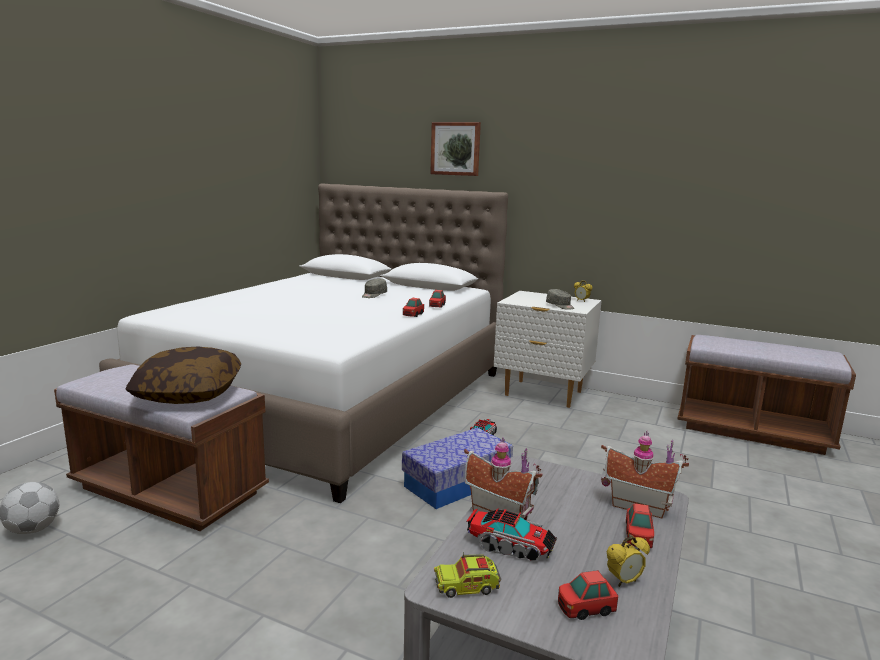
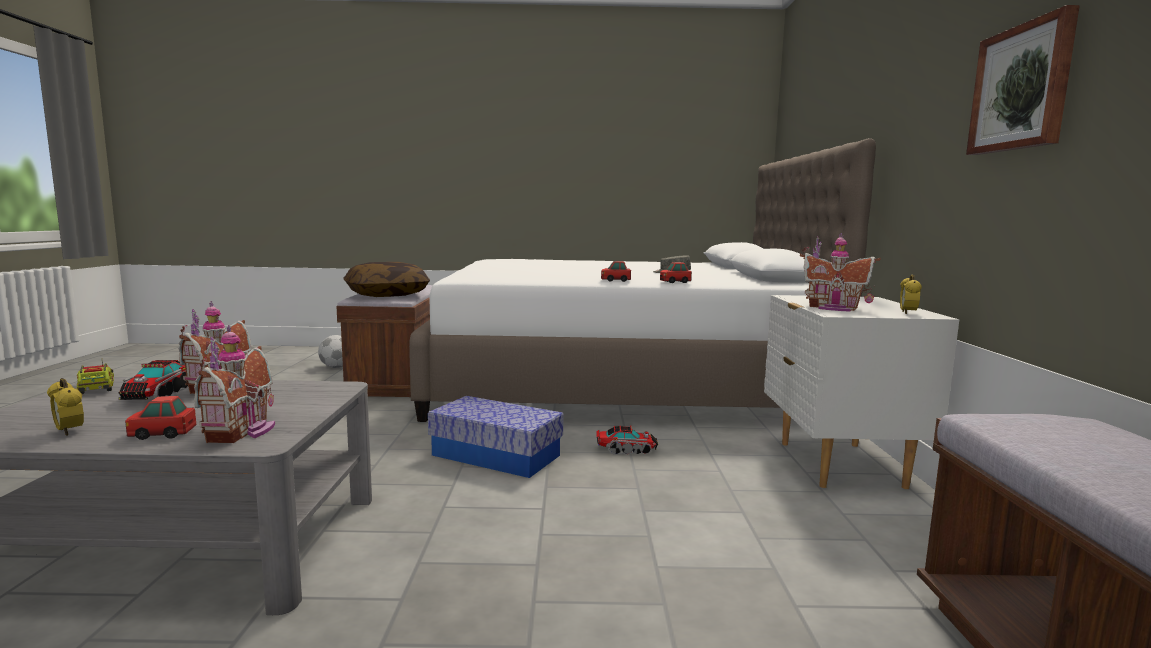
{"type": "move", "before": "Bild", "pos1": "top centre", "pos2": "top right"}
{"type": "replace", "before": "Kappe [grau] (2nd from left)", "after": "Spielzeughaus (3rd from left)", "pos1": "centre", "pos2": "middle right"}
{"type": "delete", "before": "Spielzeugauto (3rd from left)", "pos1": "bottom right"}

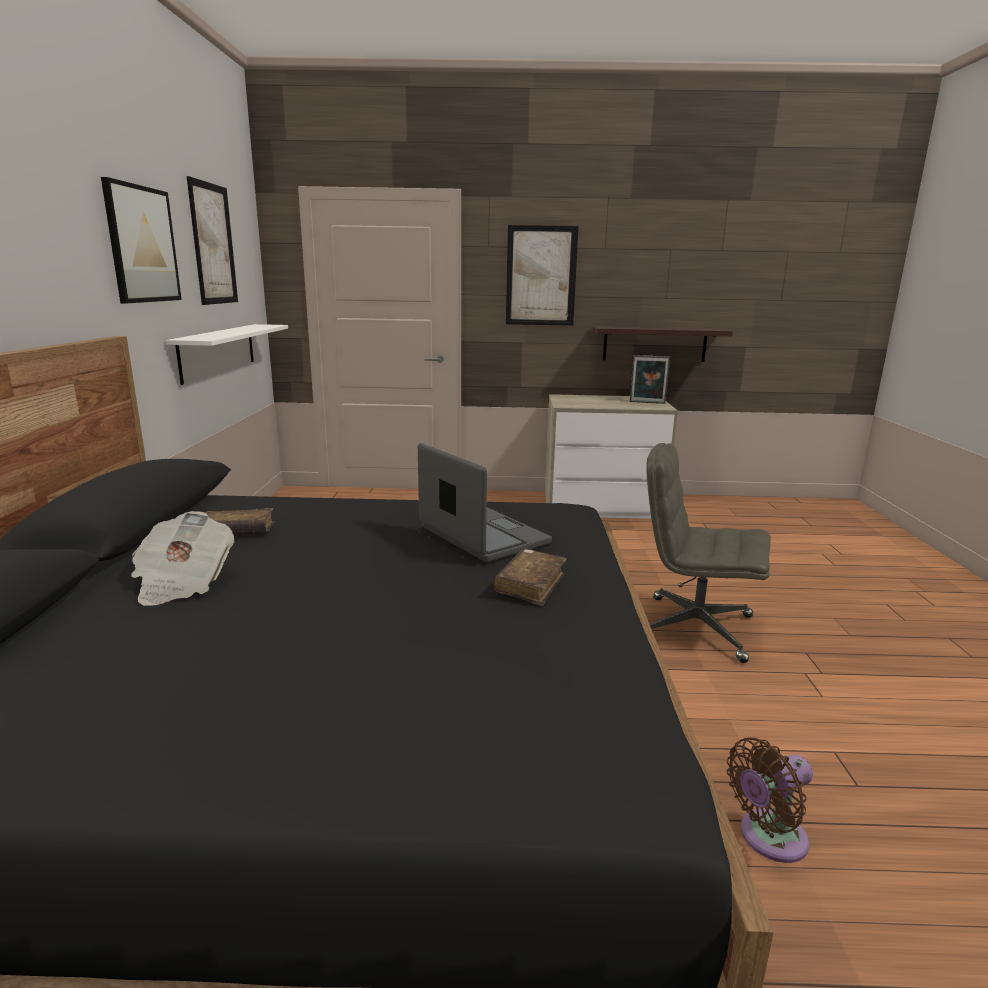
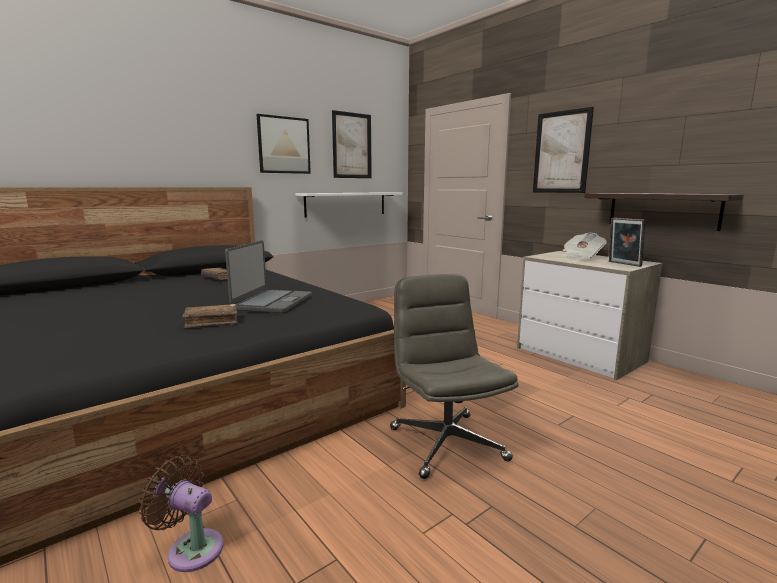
{"type": "move", "before": "Zeitung", "pos1": "middle left", "pos2": "middle right"}

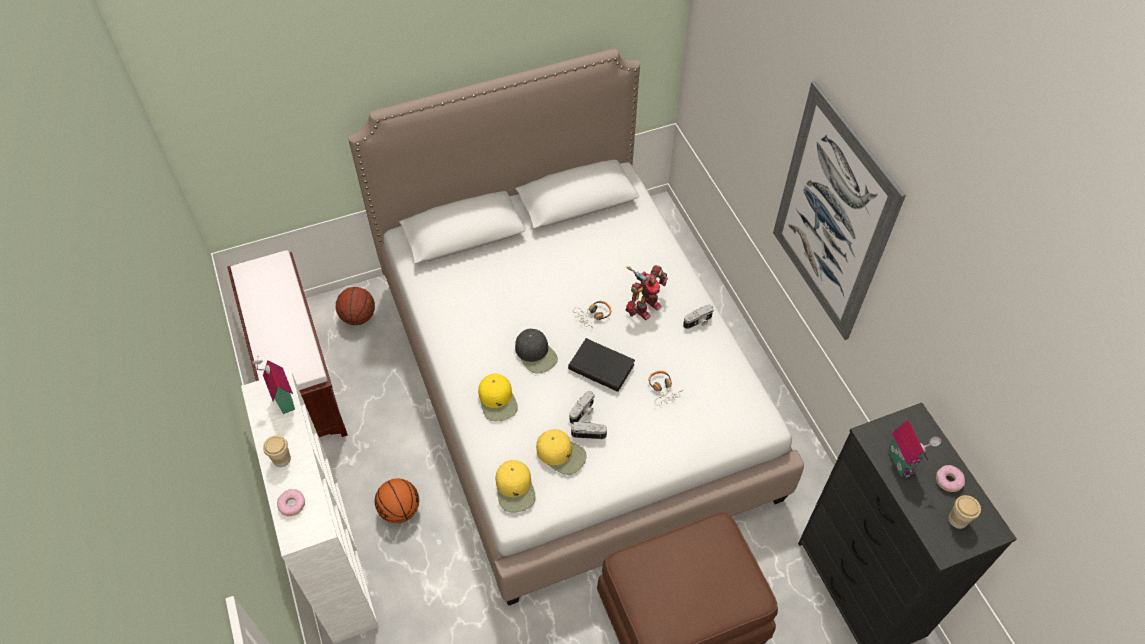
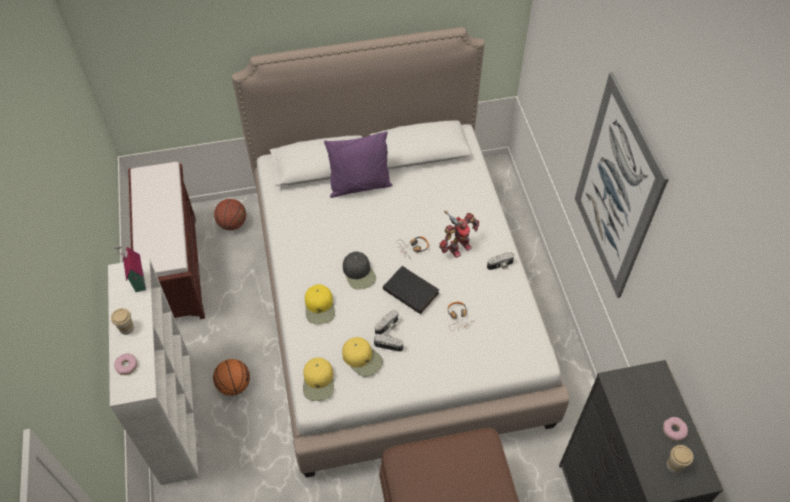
{"type": "delete", "before": "Spielzeughaus (2nd from left)", "pos1": "bottom right"}
{"type": "insert", "after": "Kissen [lila]", "pos2": "top centre"}

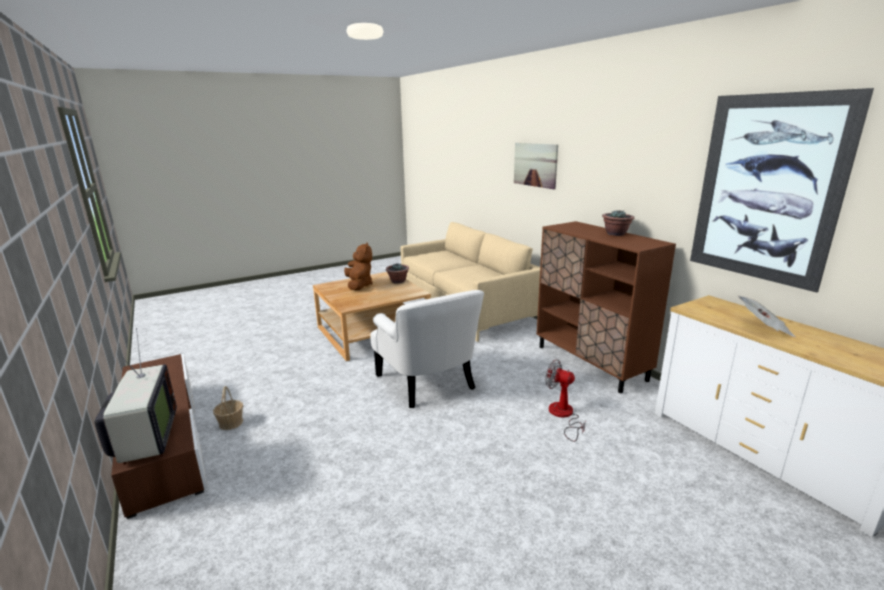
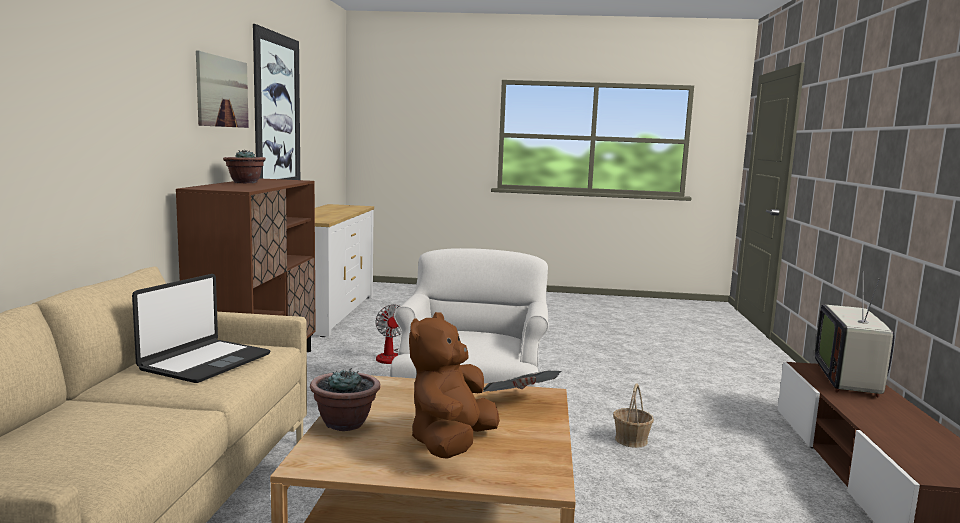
{"type": "move", "before": "Bild (1st from left)", "pos1": "top centre", "pos2": "top left"}
{"type": "move", "before": "Zeitung", "pos1": "middle right", "pos2": "bottom centre"}
{"type": "move", "before": "Korb", "pos1": "bottom left", "pos2": "bottom centre"}
{"type": "insert", "after": "Laptop", "pos2": "middle left"}

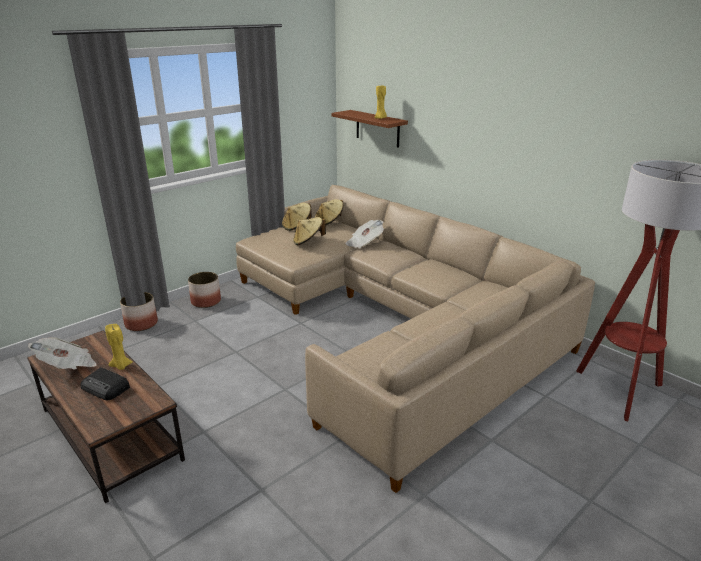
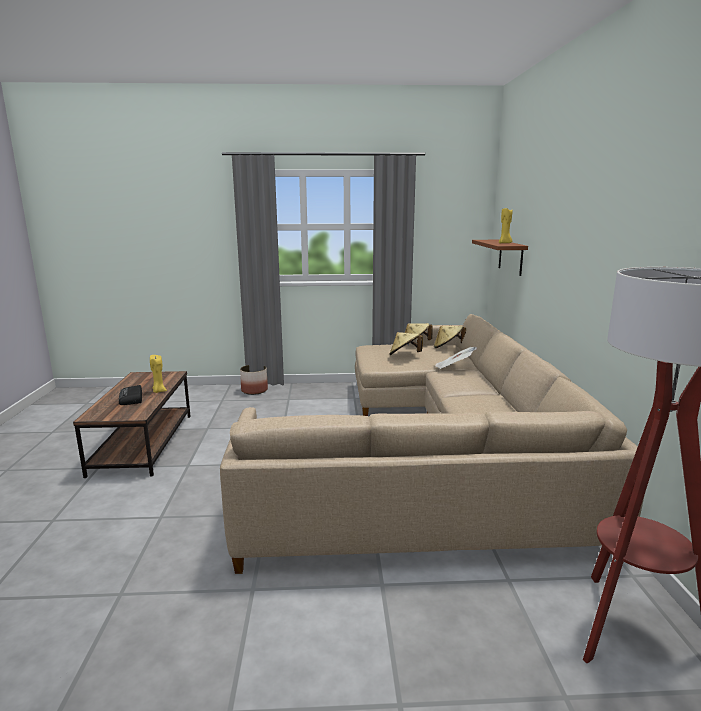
{"type": "delete", "before": "Pflanzkübel (2nd from left)", "pos1": "middle left"}
{"type": "delete", "before": "Zeitung (1st from left)", "pos1": "middle left"}

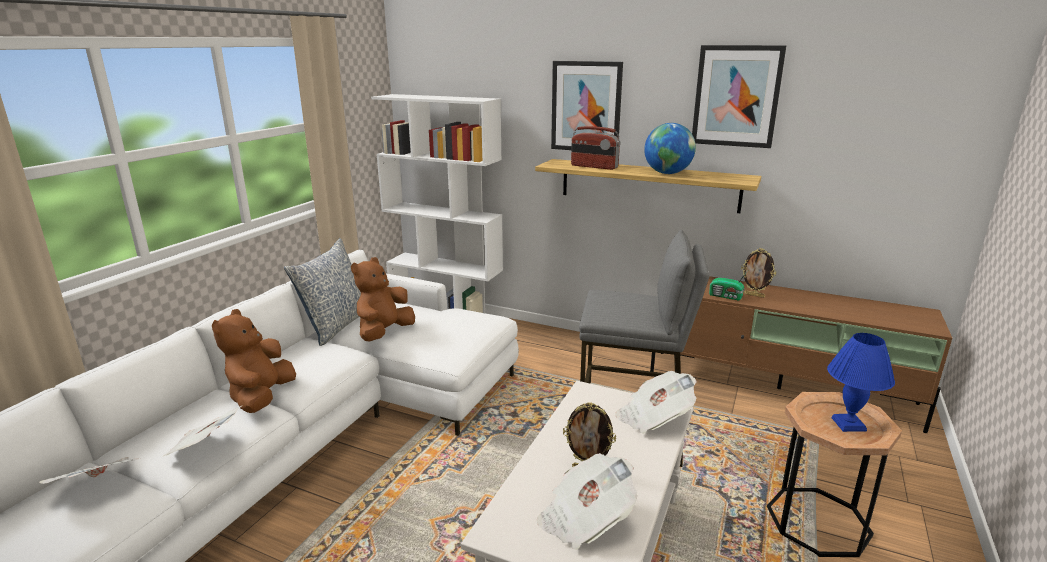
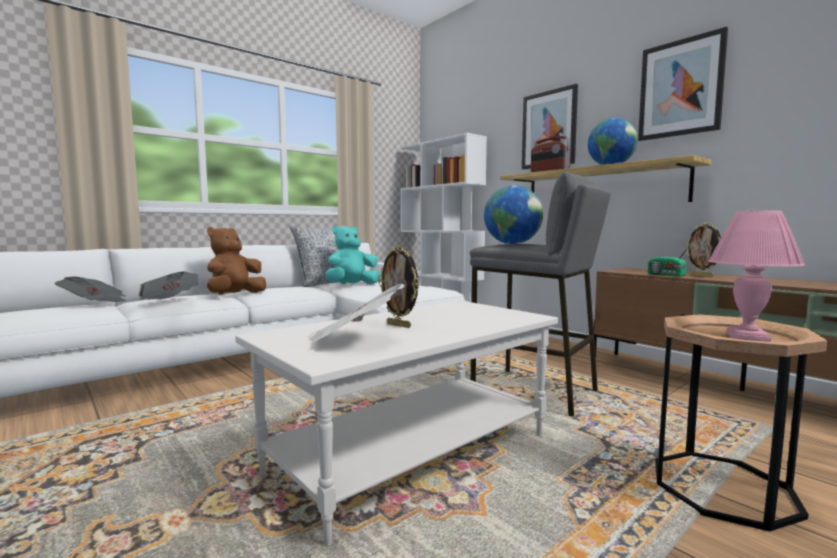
{"type": "recolor", "before": "Plüschtier [braun] (2nd from left)", "after": "Plüschtier [türkis]", "pos1": "centre", "pos2": "centre"}
{"type": "recolor", "before": "Tischlampe [blau]", "after": "Tischlampe [rosa]", "pos1": "bottom right", "pos2": "middle right"}
{"type": "delete", "before": "Zeitung (4th from left)", "pos1": "bottom centre"}
{"type": "insert", "after": "Globus (1st from left)", "pos2": "centre"}

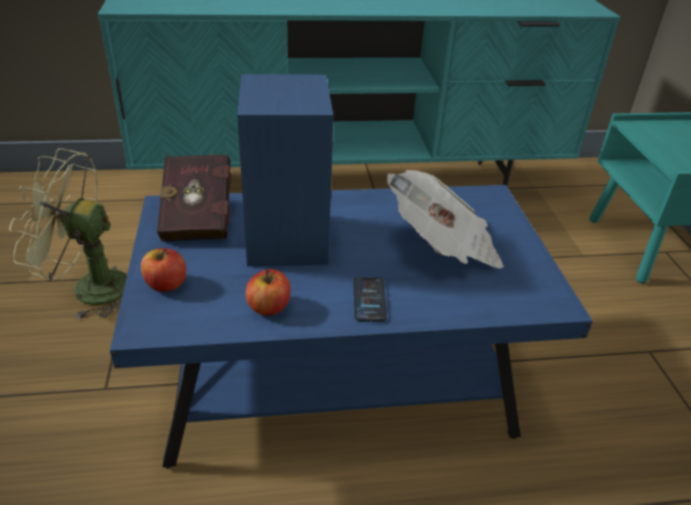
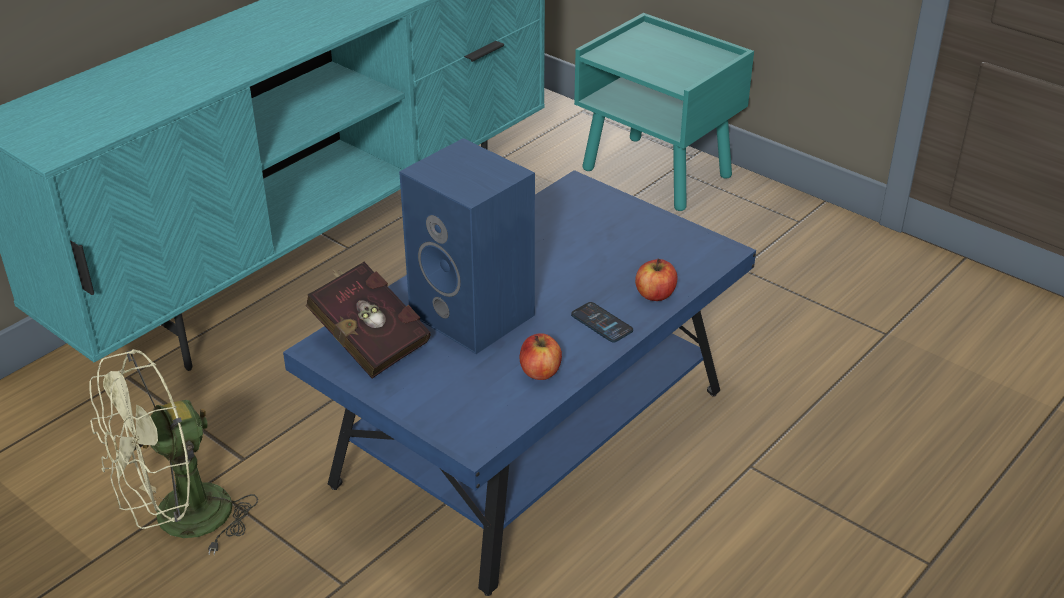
{"type": "delete", "before": "Zeitung", "pos1": "centre"}
{"type": "move", "before": "Apfel (1st from left in the first image)", "after": "Apfel (2nd from left)", "pos1": "middle left", "pos2": "centre"}

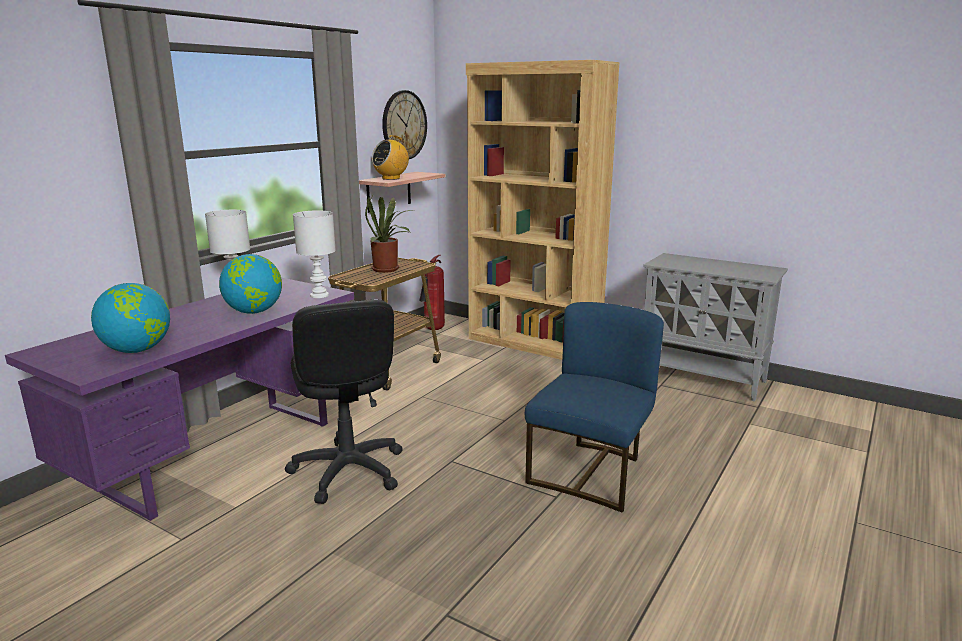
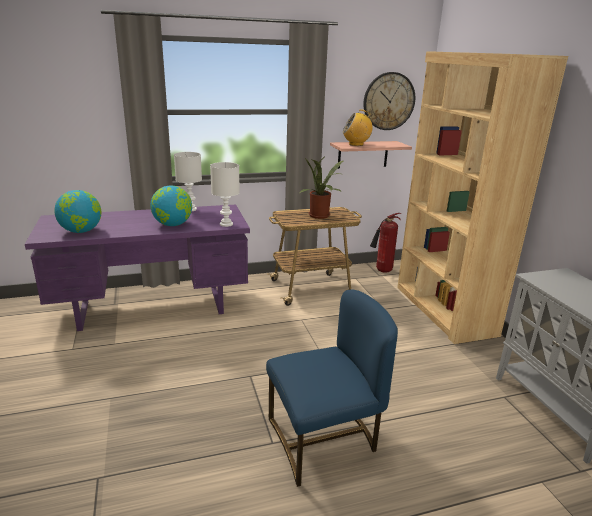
{"type": "delete", "before": "Bürostuhl [schwarz]", "pos1": "centre"}

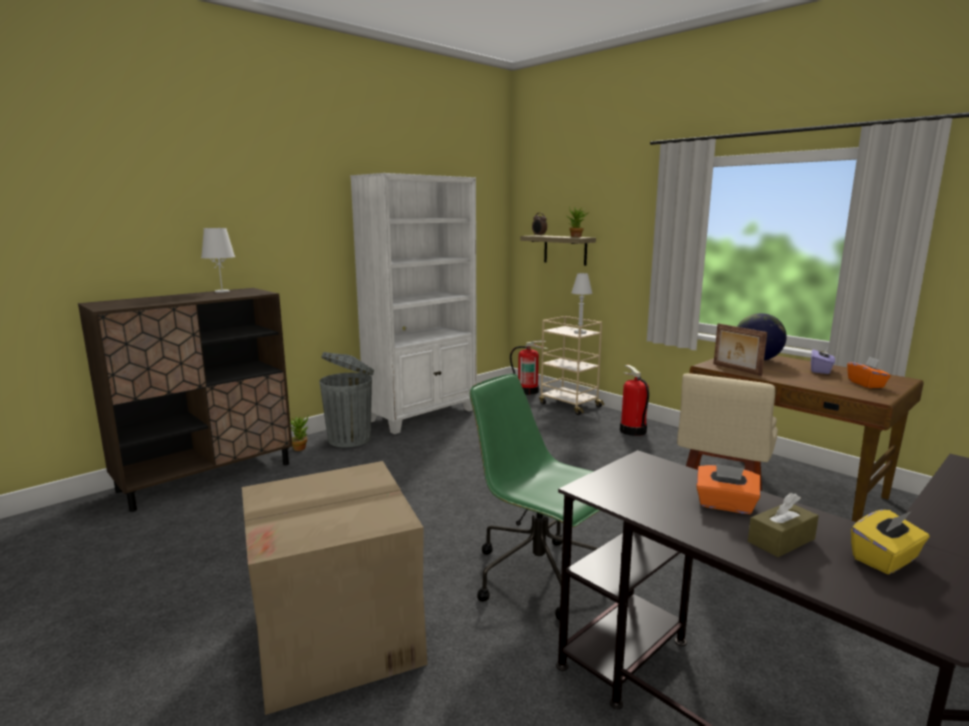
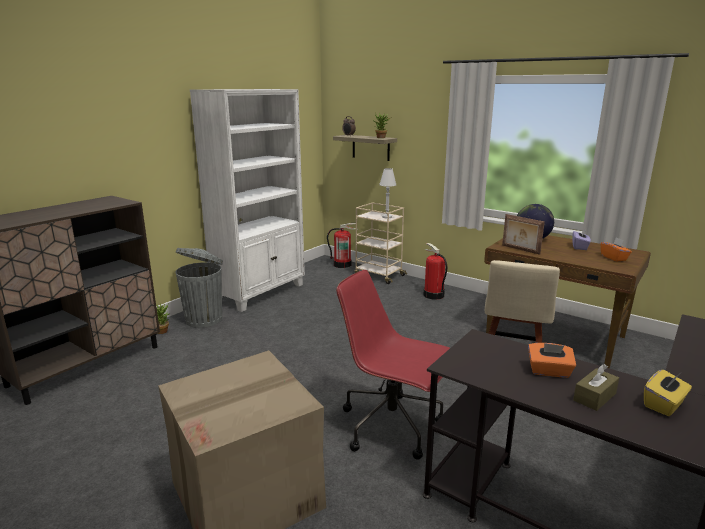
{"type": "delete", "before": "Tischlampe [weiß] (1st from left)", "pos1": "middle left"}
{"type": "recolor", "before": "Bürostuhl [grün]", "after": "Bürostuhl [rot]", "pos1": "bottom centre", "pos2": "bottom centre"}

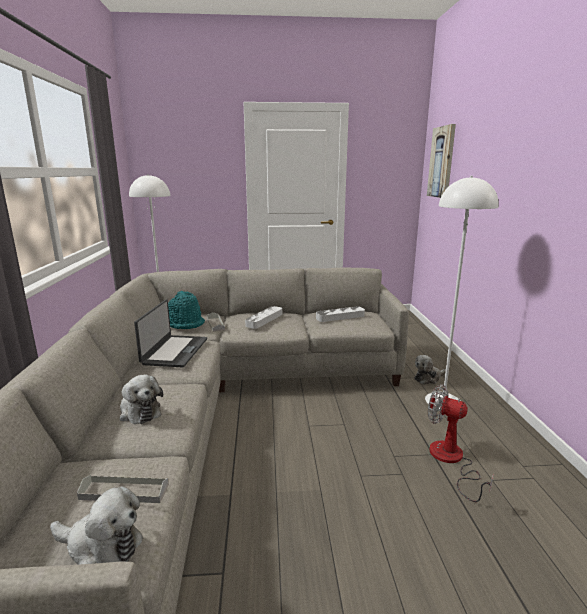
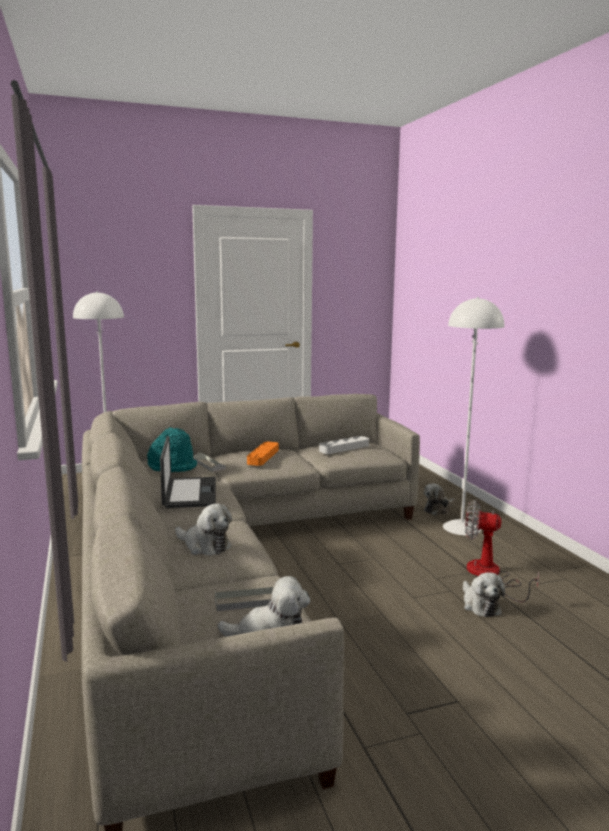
{"type": "delete", "before": "Bild", "pos1": "top right"}
{"type": "recolor", "before": "Tablett [grau] (3rd from left)", "after": "Tablett [orange]", "pos1": "centre", "pos2": "centre"}
{"type": "insert", "after": "Plüschtier (4th from left)", "pos2": "bottom right"}

